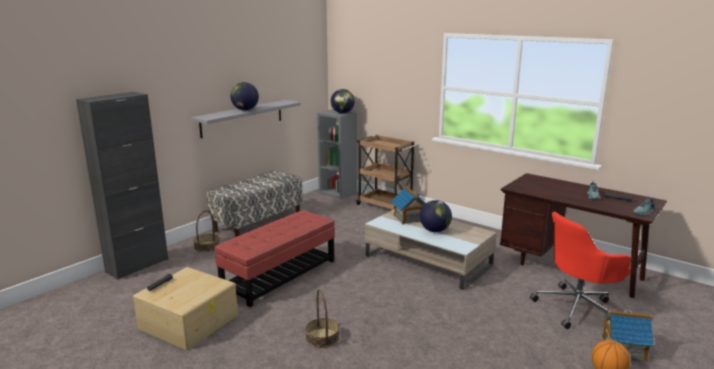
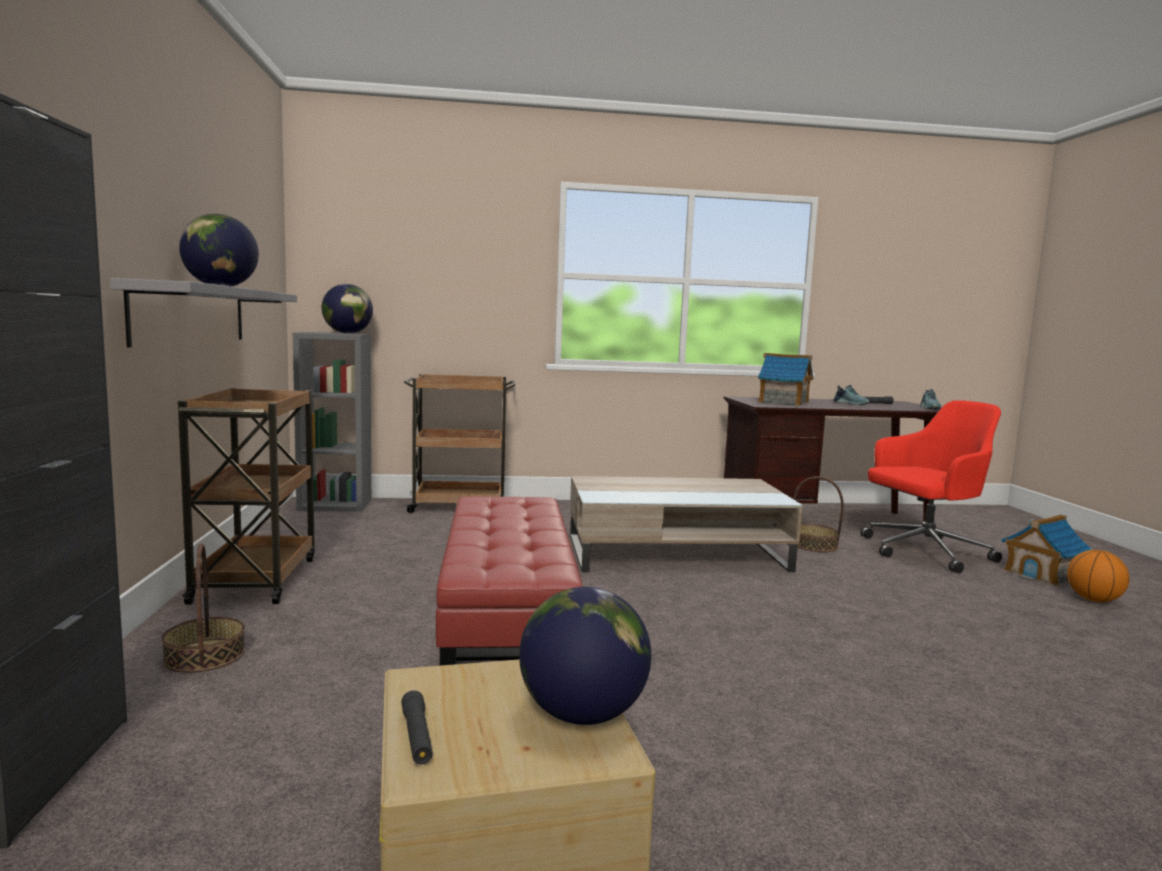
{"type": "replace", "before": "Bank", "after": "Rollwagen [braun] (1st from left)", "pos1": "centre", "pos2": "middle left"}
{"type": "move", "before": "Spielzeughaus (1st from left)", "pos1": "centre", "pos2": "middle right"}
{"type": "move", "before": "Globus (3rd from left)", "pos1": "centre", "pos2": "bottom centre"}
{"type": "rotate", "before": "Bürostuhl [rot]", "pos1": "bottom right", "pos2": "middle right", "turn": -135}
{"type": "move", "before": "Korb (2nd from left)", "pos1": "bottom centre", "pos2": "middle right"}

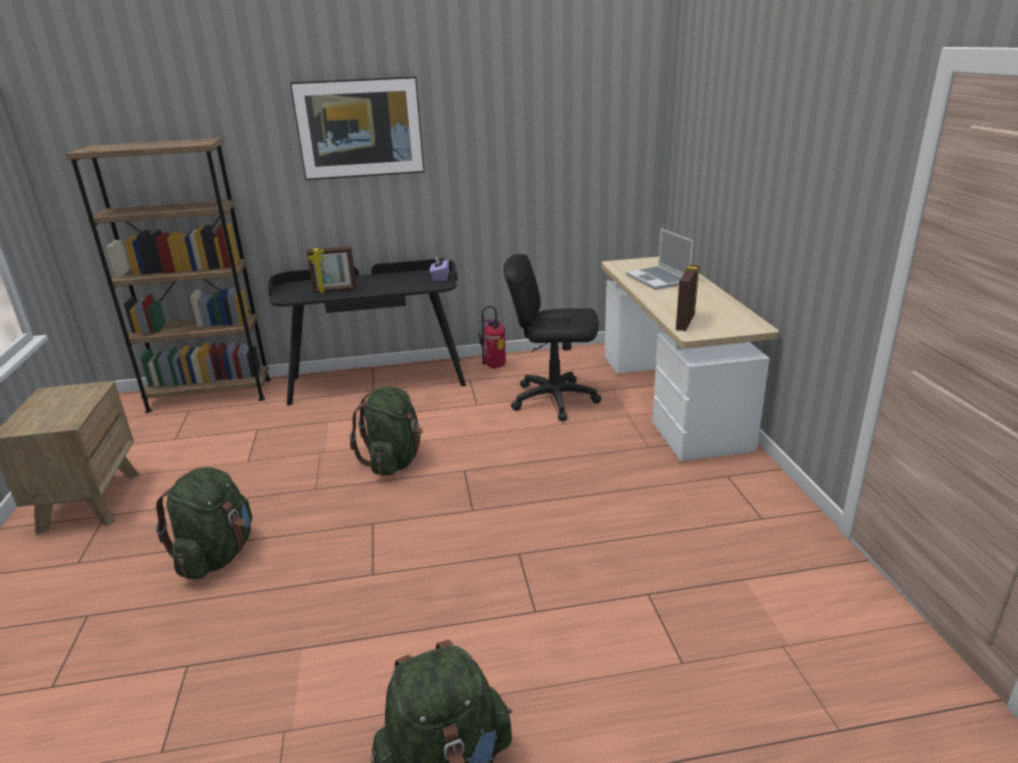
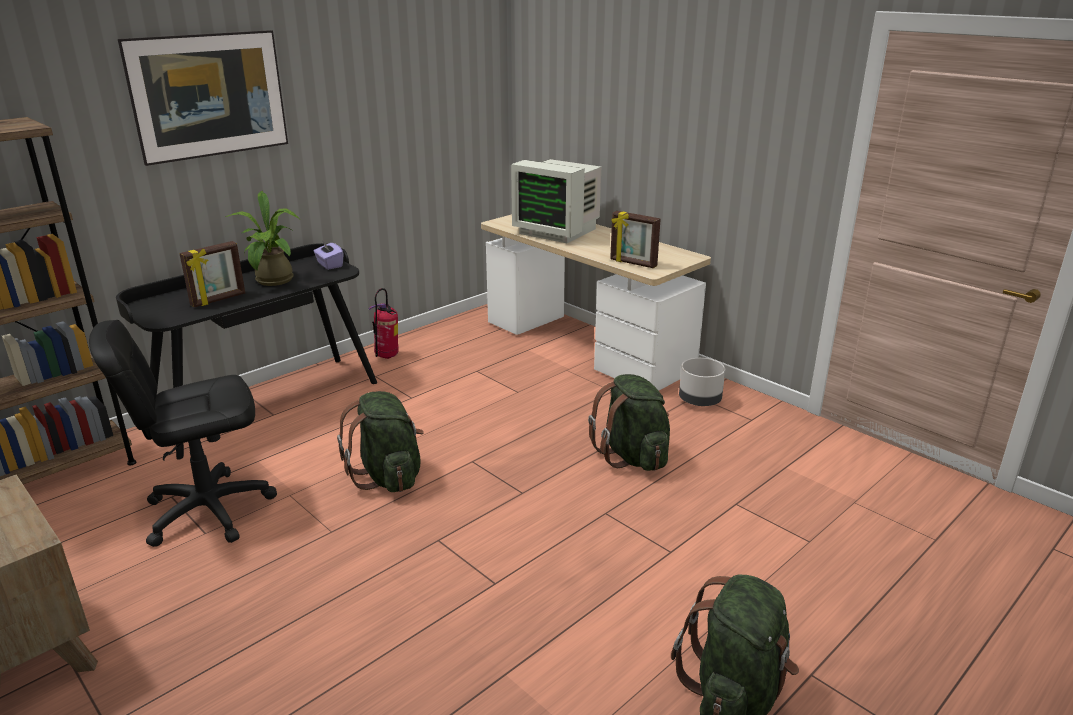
{"type": "replace", "before": "Laptop", "after": "Monitor", "pos1": "centre", "pos2": "top centre"}
{"type": "move", "before": "Bürostuhl [schwarz]", "pos1": "centre", "pos2": "middle left"}
{"type": "rotate", "before": "Bilderrahmen (2nd from left)", "pos1": "middle right", "pos2": "centre", "turn": -45}
{"type": "move", "before": "Rucksack [grün] (1st from left in the first image)", "after": "Rucksack [grün] (2nd from left)", "pos1": "bottom left", "pos2": "centre"}
{"type": "insert", "after": "Topfpflanze", "pos2": "top left"}
{"type": "insert", "after": "Pflanzkübel [grau]", "pos2": "centre"}

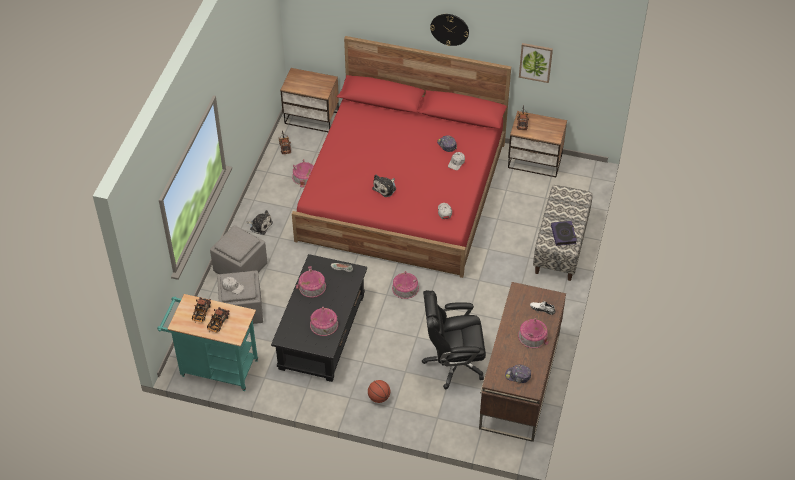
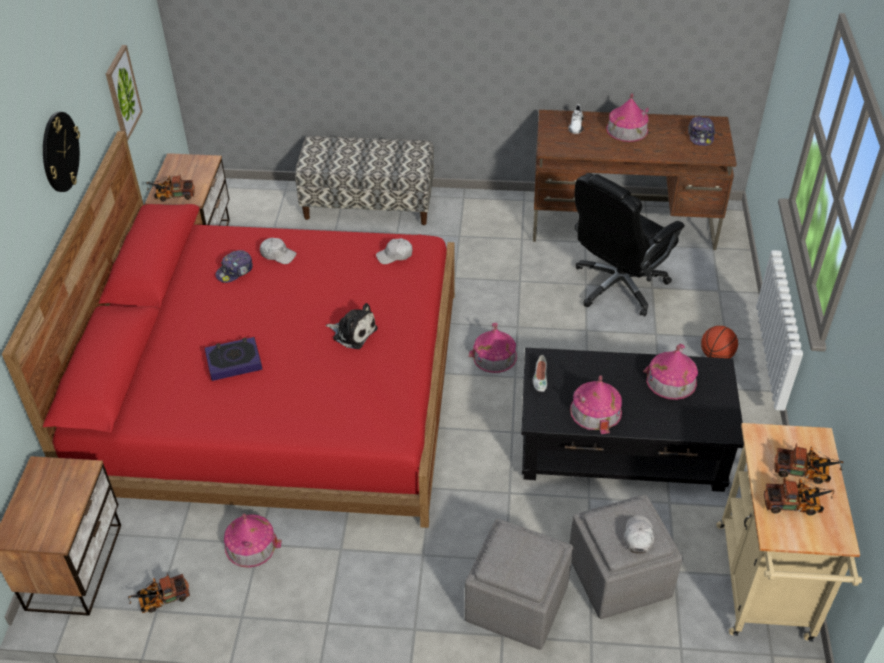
{"type": "delete", "before": "Plüschtier (1st from left)", "pos1": "middle left"}
{"type": "move", "before": "Buch", "pos1": "middle right", "pos2": "middle left"}
{"type": "rotate", "before": "Bürostuhl [schwarz]", "pos1": "bottom centre", "pos2": "middle right", "turn": 60}
{"type": "recolor", "before": "Rollwagen [türkis]", "after": "Rollwagen [beige]", "pos1": "bottom left", "pos2": "bottom right"}

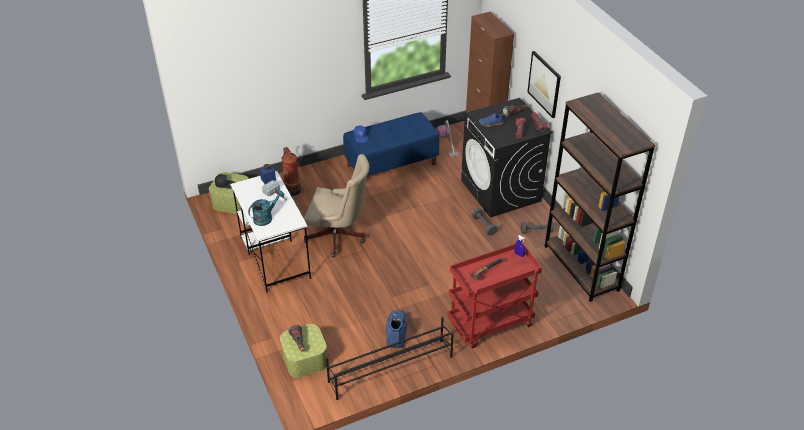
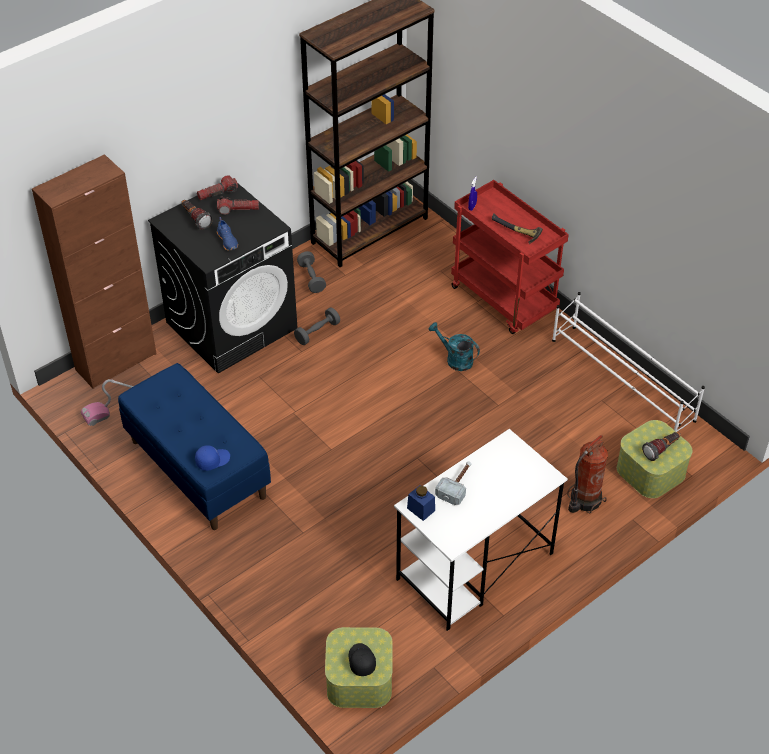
{"type": "delete", "before": "Bild", "pos1": "top right"}
{"type": "move", "before": "Feuerlöscher", "pos1": "centre", "pos2": "middle right"}
{"type": "delete", "before": "Bürostuhl [beige]", "pos1": "centre"}
{"type": "move", "before": "Gießkanne [türkis]", "pos1": "middle left", "pos2": "centre"}
{"type": "delete", "before": "Stiefel [blau]", "pos1": "bottom centre"}
{"type": "recolor", "before": "Schuhregal [schwarz]", "after": "Schuhregal [weiß]", "pos1": "bottom centre", "pos2": "middle right"}

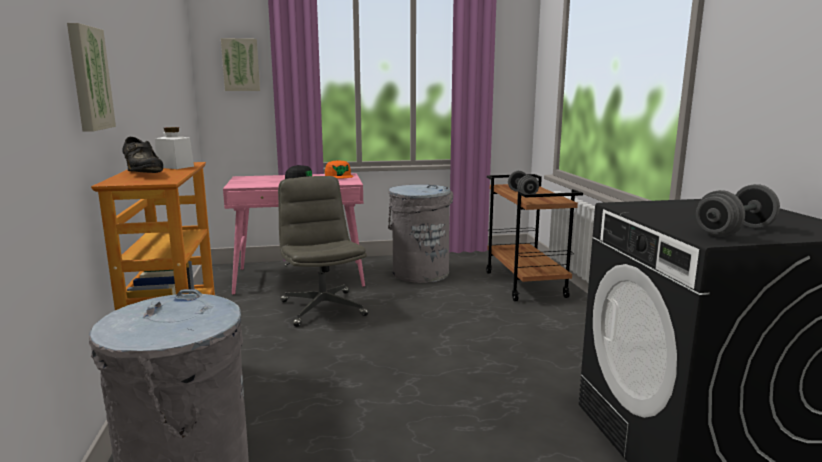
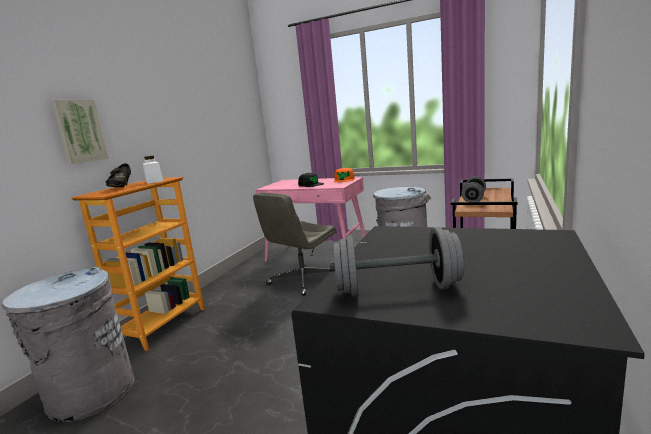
{"type": "delete", "before": "Bild (2nd from left)", "pos1": "top left"}
{"type": "rotate", "before": "Bürostuhl [grau]", "pos1": "centre", "pos2": "centre", "turn": -150}

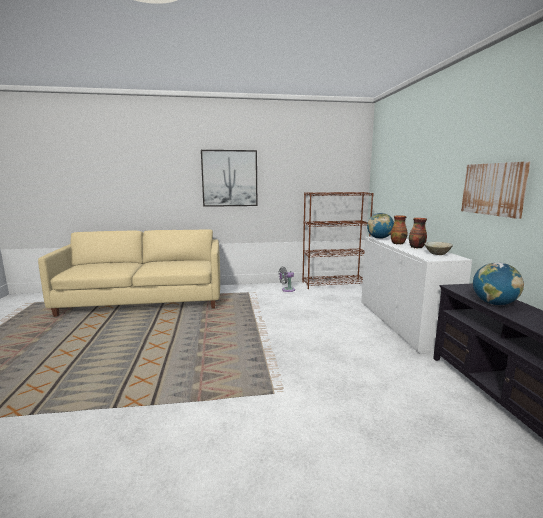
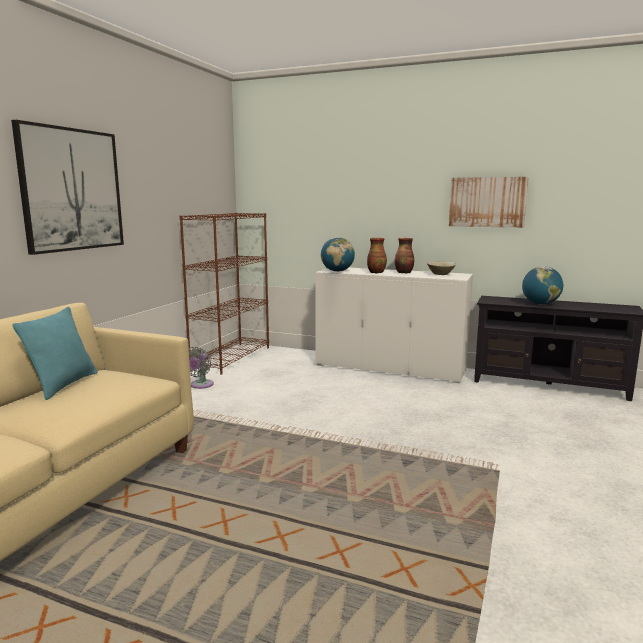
{"type": "insert", "after": "Kissen [türkis]", "pos2": "middle left"}

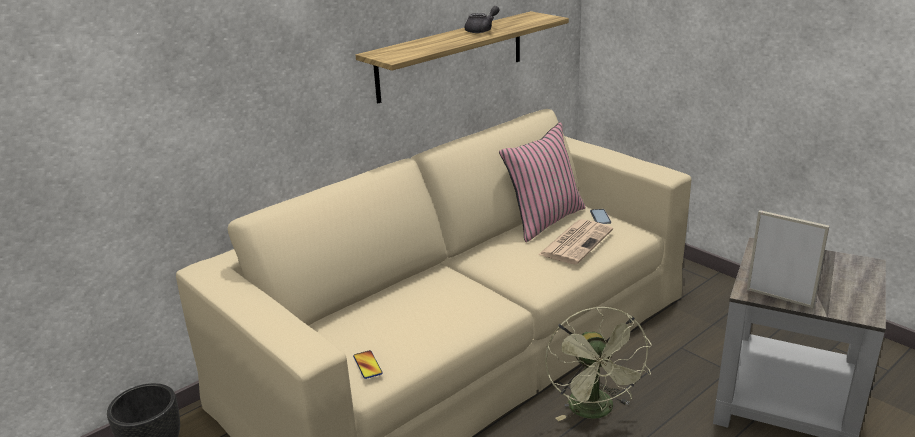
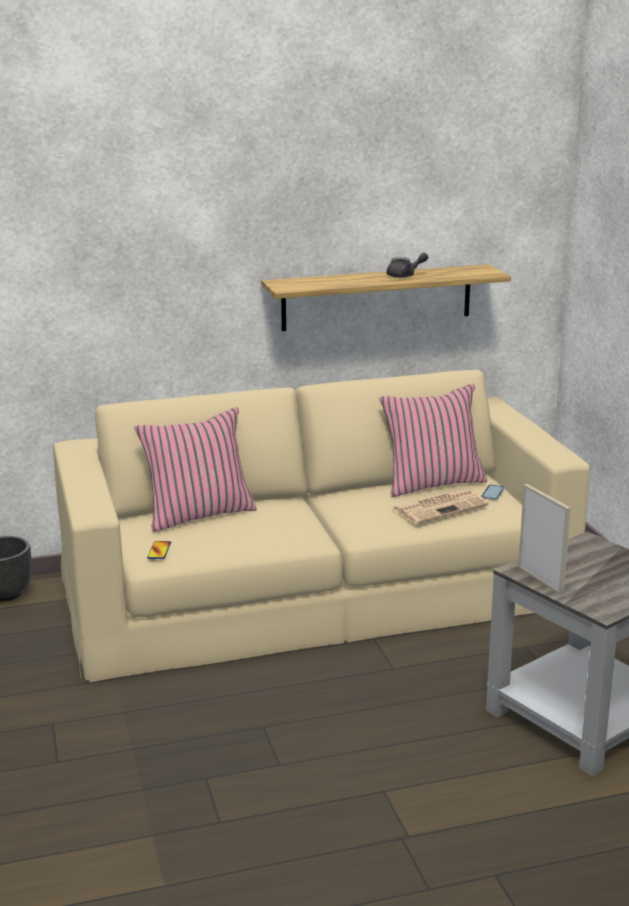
{"type": "delete", "before": "Ventilator [grün]", "pos1": "bottom centre"}
{"type": "insert", "after": "Kissen [rosa] (1st from left)", "pos2": "middle left"}

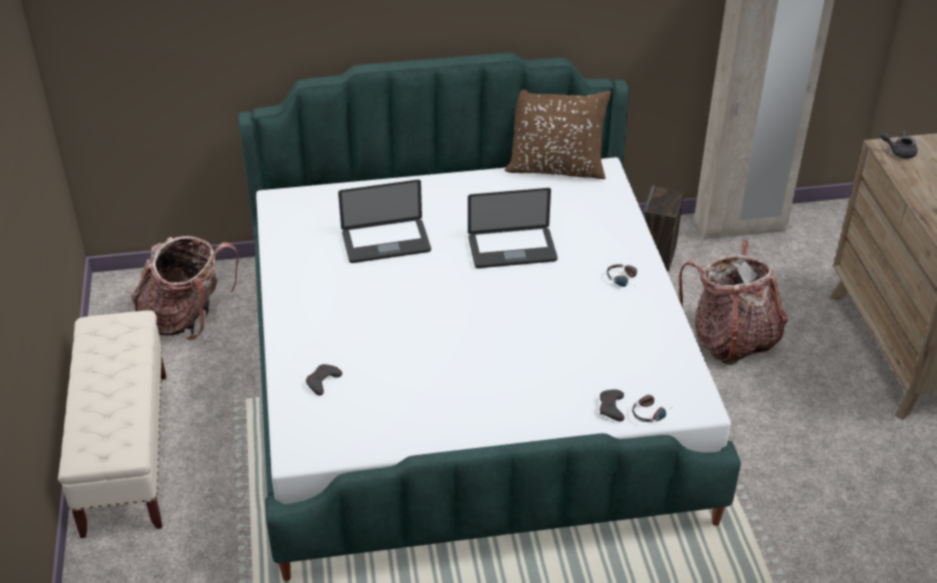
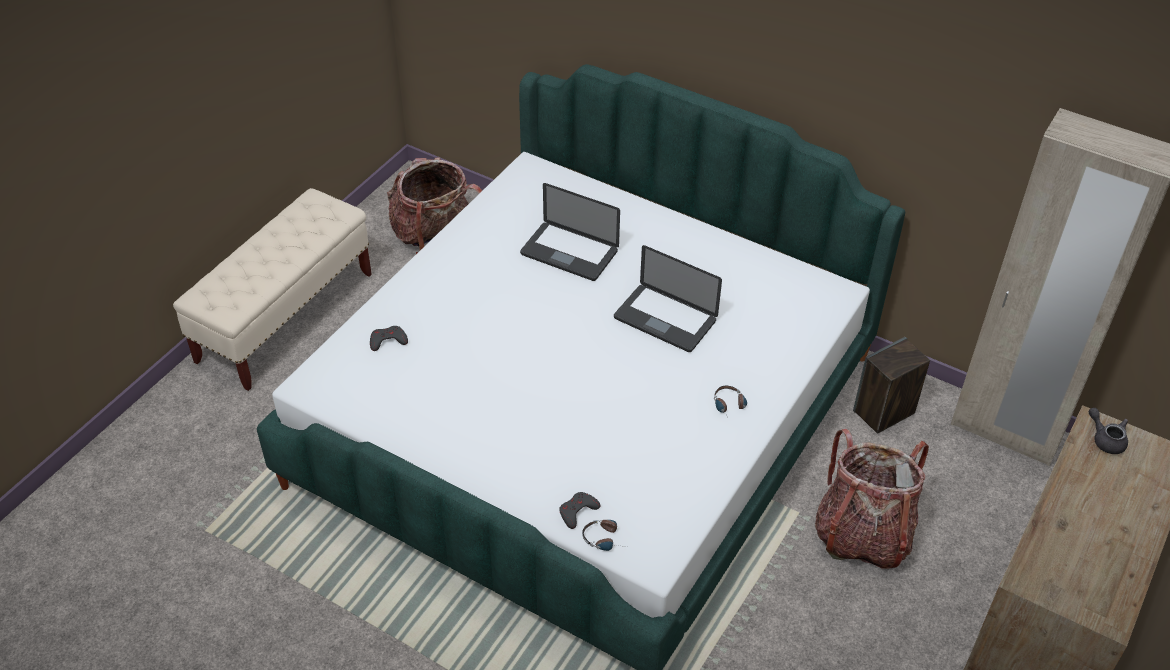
{"type": "delete", "before": "Kissen [braun]", "pos1": "top centre"}

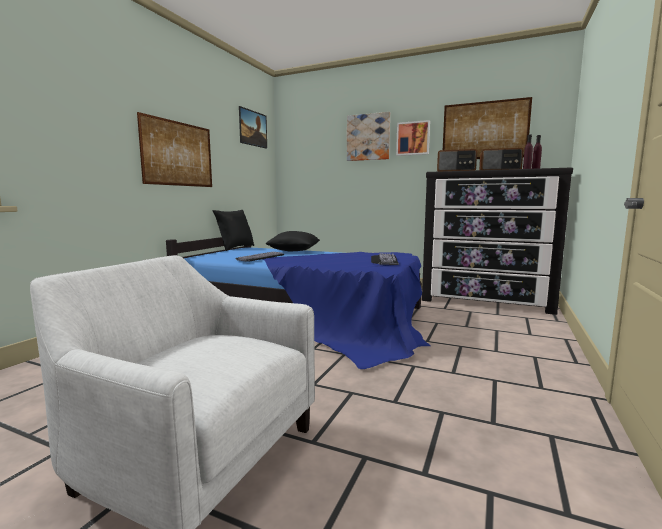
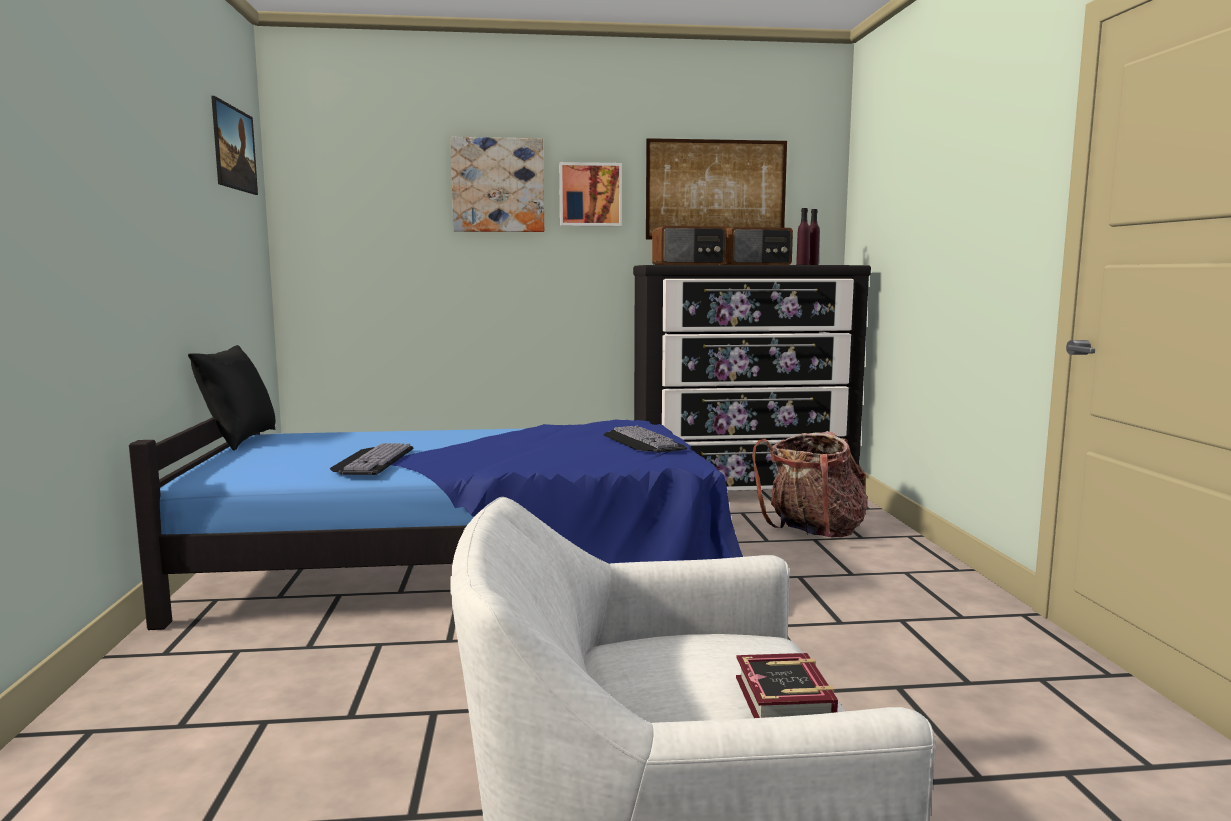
{"type": "delete", "before": "Bild (1st from left)", "pos1": "top left"}
{"type": "delete", "before": "Kissen [schwarz] (2nd from left)", "pos1": "centre"}
{"type": "insert", "after": "Rucksack", "pos2": "centre"}
{"type": "insert", "after": "Buch", "pos2": "bottom centre"}

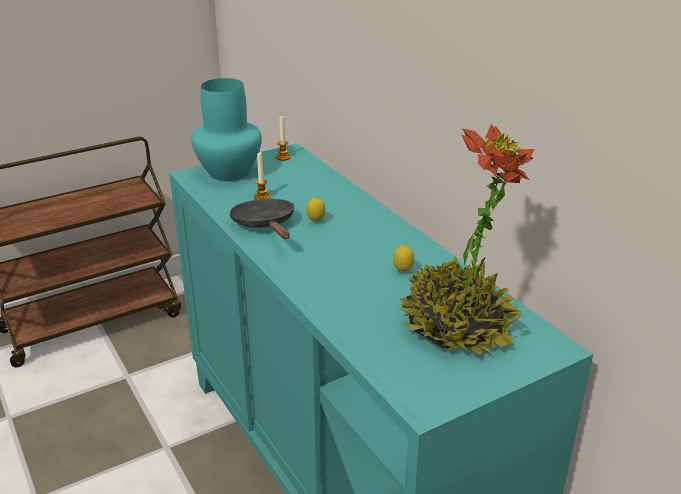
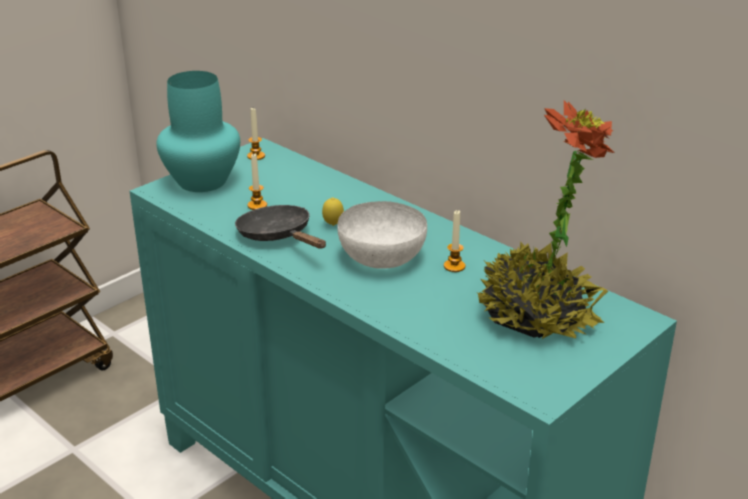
{"type": "replace", "before": "Zitrone (2nd from left)", "after": "Kerze (3rd from left)", "pos1": "centre", "pos2": "centre"}
{"type": "insert", "after": "Schüssel [weiß]", "pos2": "centre"}

